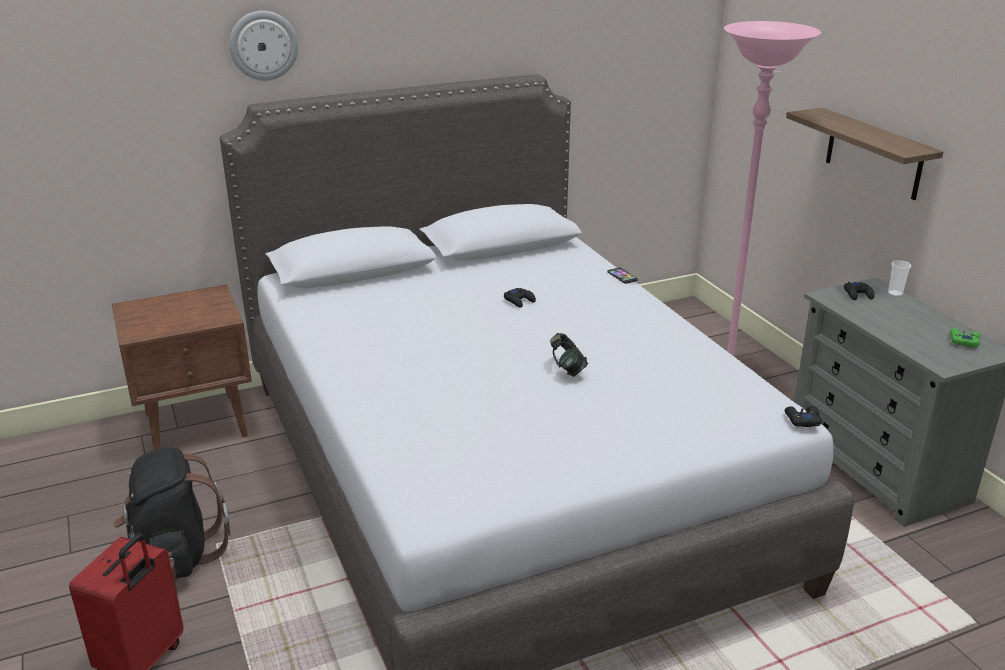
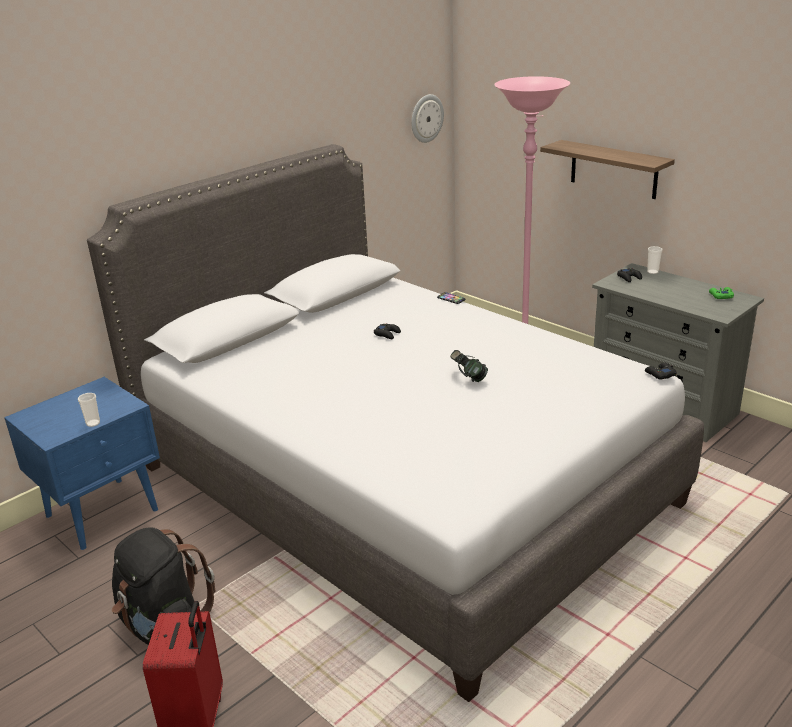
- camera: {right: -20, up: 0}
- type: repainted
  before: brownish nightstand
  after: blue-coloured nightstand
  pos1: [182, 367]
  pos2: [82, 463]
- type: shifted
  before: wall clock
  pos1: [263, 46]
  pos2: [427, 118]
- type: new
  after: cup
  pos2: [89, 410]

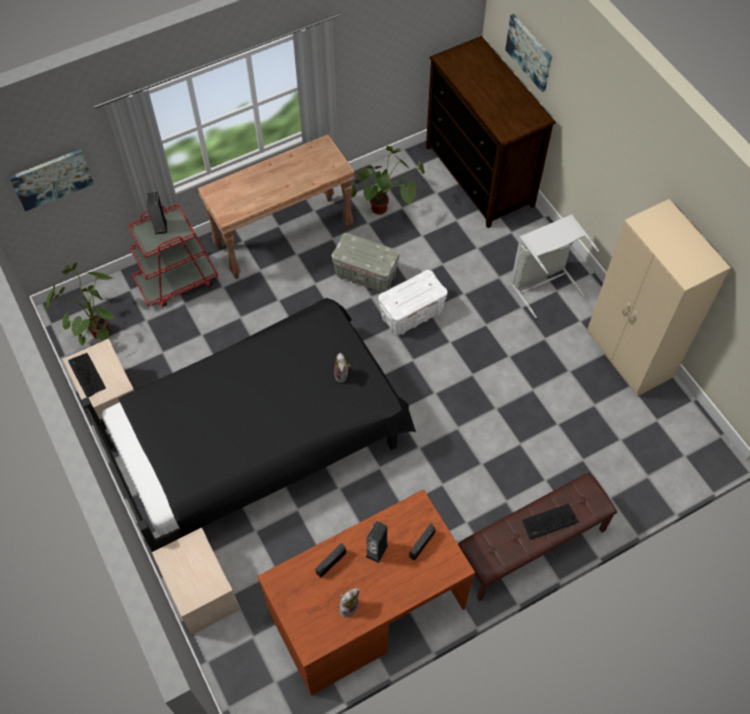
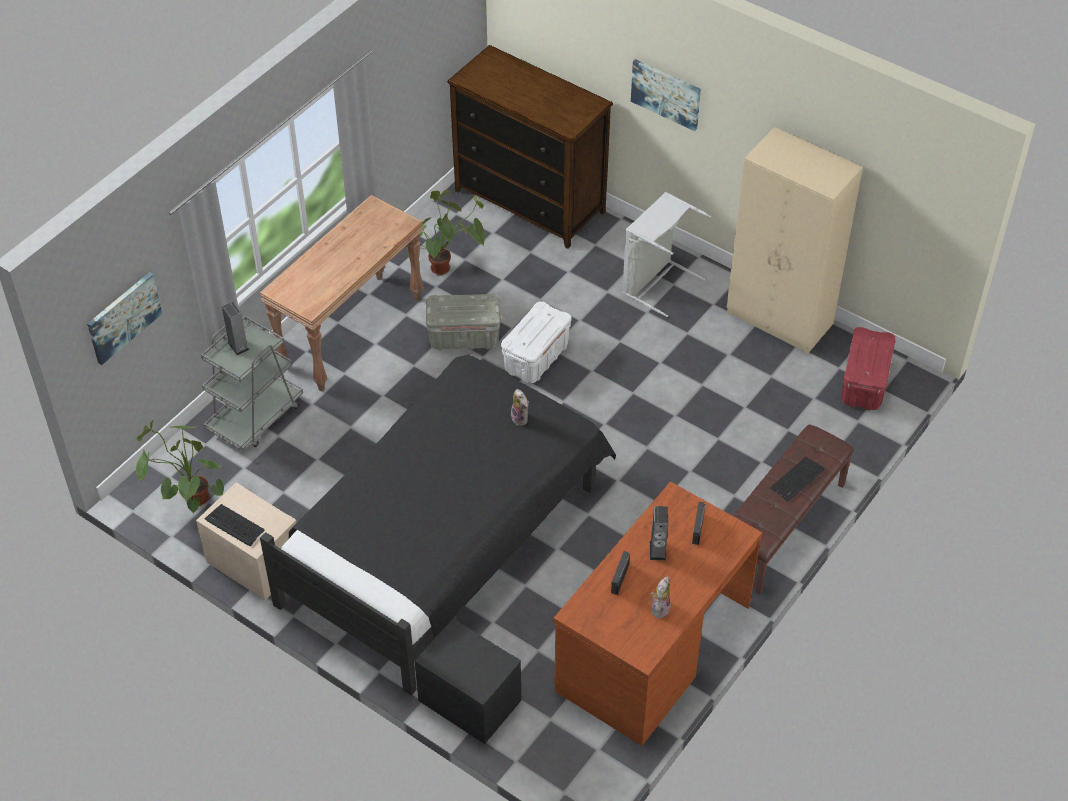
- camera: {right: -25, up: -10}
- type: repainted
  before: red cart
  after: gray cart
  pos1: [173, 255]
  pos2: [252, 383]
- type: repainted
  before: sand-coloured nightstand
  after: black nightstand
  pos1: [196, 581]
  pos2: [468, 681]
- type: shifted
  before: wall picture
  pos1: [528, 53]
  pos2: [666, 95]
- type: new
  after: red storage bin
  pos2: [868, 368]

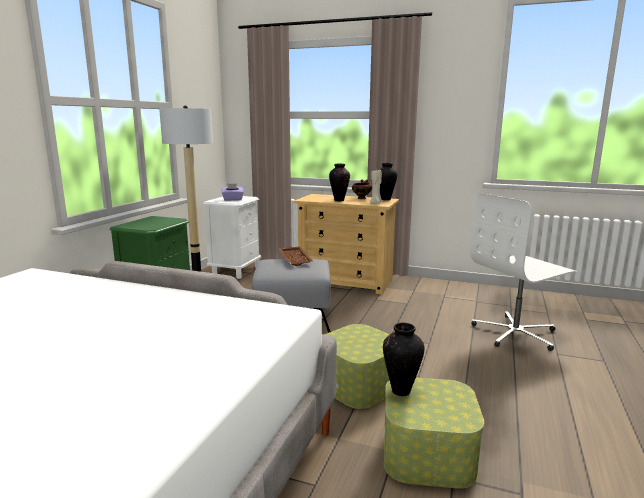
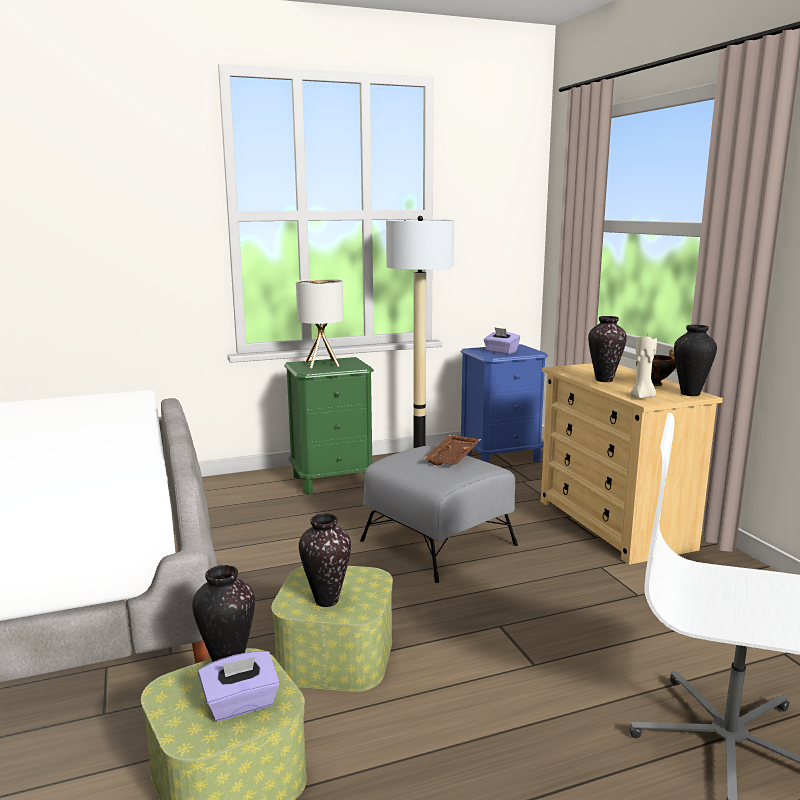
- camera: {right: 50, up: 0}
- type: repainted
  before: white nightstand
  after: blue-coloured nightstand
  pos1: [232, 237]
  pos2: [504, 403]
- type: new
  after: purplish tissue box
  pos2: [239, 686]
- type: new
  after: lamp for a table
  pos2: [320, 323]
- type: new
  after: decorative vase
  pos2: [325, 560]

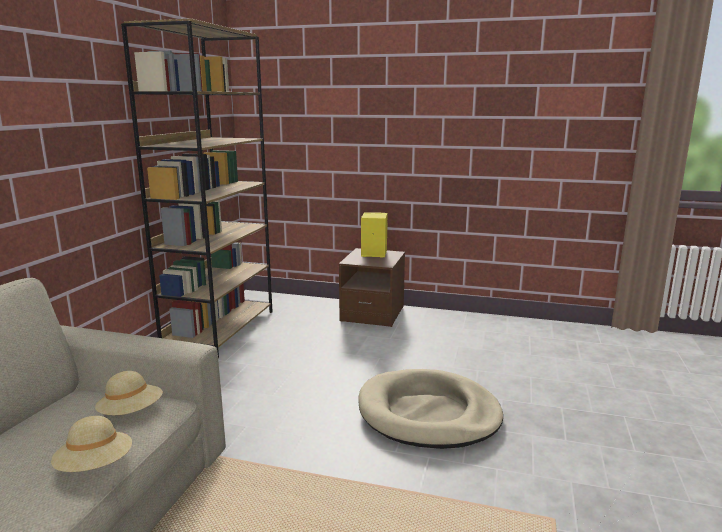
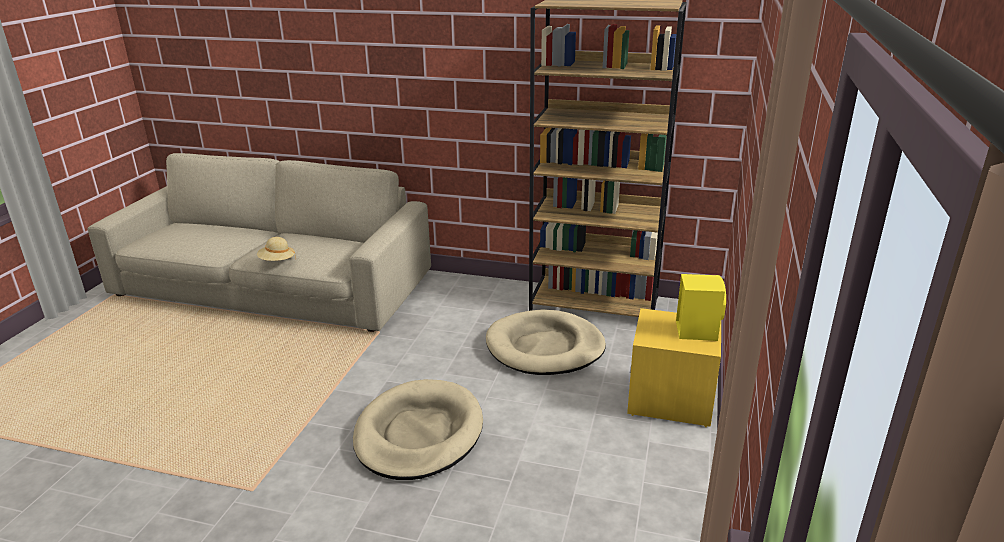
- camera: {right: 90, up: 10}
- type: gone
  before: sand-coloured hat
  pos1: [129, 393]
- type: repainted
  before: brownish nightstand
  after: yellow-coloured nightstand
  pos1: [372, 287]
  pos2: [674, 367]
- type: new
  after: sand-coloured dog cushion
  pos2: [546, 342]

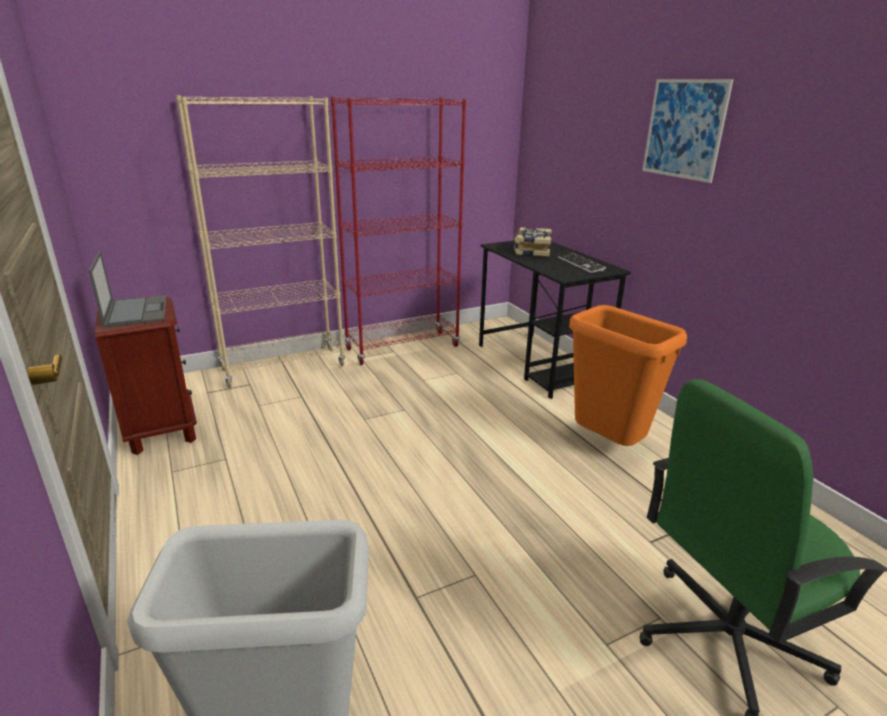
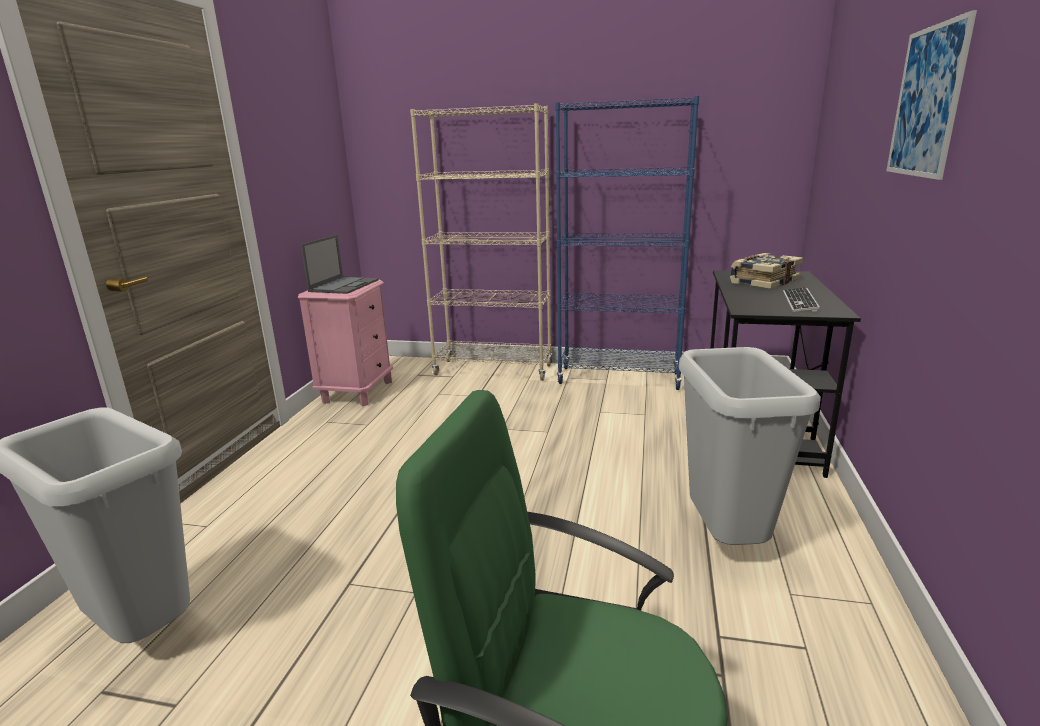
- camera: {right: 40, up: -5}
- type: repainted
  before: brownish nightstand
  after: pink-coloured nightstand
  pos1: [146, 376]
  pos2: [345, 342]
- type: repainted
  before: red bookshelf
  after: blue-coloured bookshelf
  pos1: [398, 231]
  pos2: [627, 243]
- type: repainted
  before: orangey rubbish bin
  after: gray rubbish bin
  pos1: [628, 375]
  pos2: [750, 446]

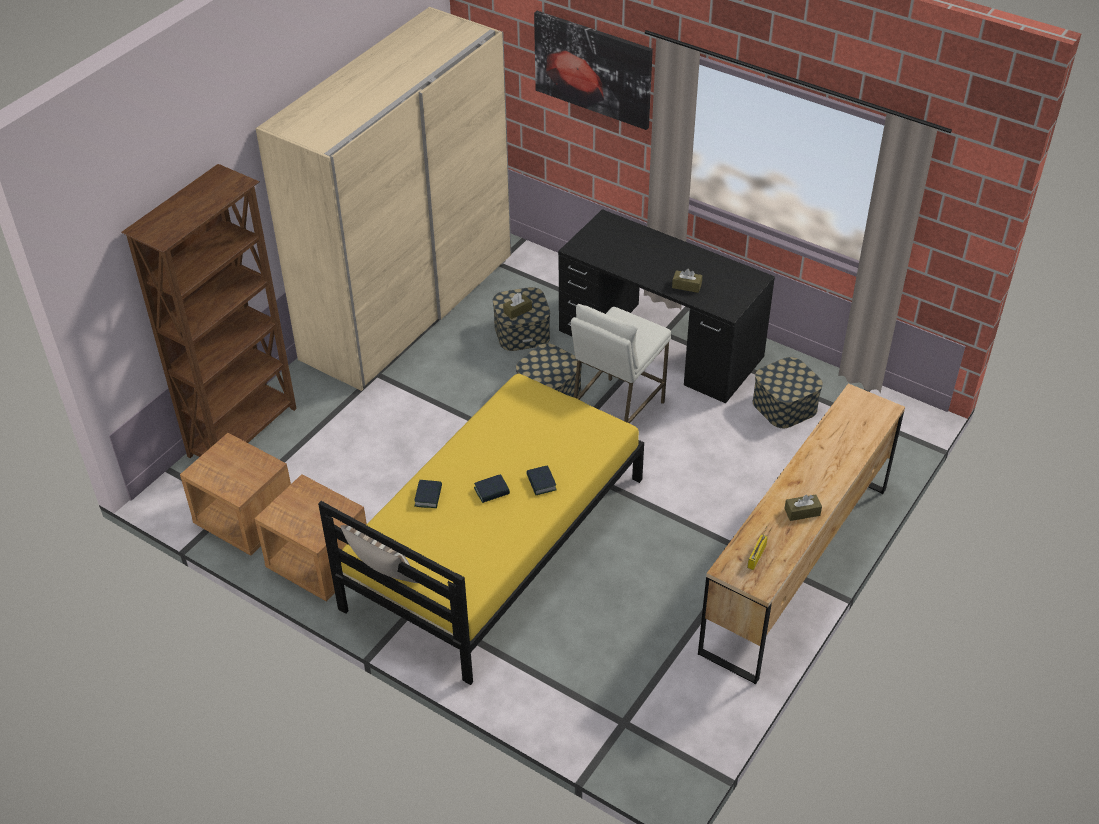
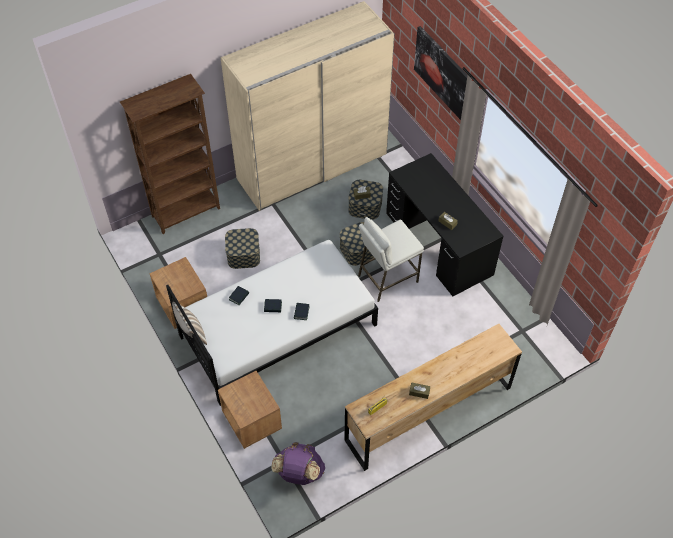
- camera: {right: 25, up: 10}
- type: shifted
  before: brownish nightstand
  pos1: [235, 494]
  pos2: [250, 410]
- type: repainted
  before: yellow-coloured bedroom bed
  after: white bedroom bed
  pos1: [481, 529]
  pos2: [272, 323]
- type: shifted
  before: storage bin
  pos1: [788, 392]
  pos2: [242, 248]
- type: new
  after: purplish backpack
  pos2: [298, 463]

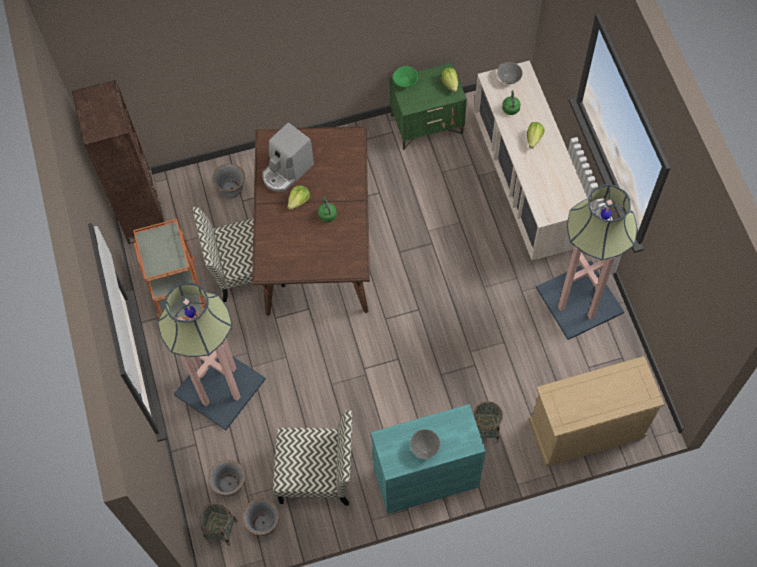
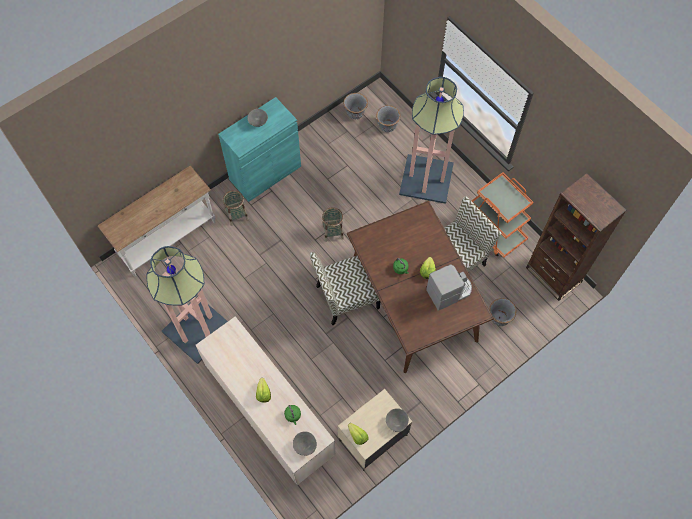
- camera: {right: 155, up: 0}
- type: shifted
  before: basket
  pos1: [218, 524]
  pos2: [333, 224]
- type: rotated
  before: coffee maker
  pos1: [288, 157]
  pos2: [449, 287]
  turn: 45
- type: shifted
  before: chair
  pos1: [312, 457]
  pos2: [345, 288]
- type: repainted
  before: green-coloured nightstand
  after: sand-coloured nightstand
  pos1: [428, 106]
  pos2: [375, 430]
- type: repainted
  before: green-coloured deep dish
  after: gray deep dish
  pos1: [405, 77]
  pos2: [397, 420]
- type: swapped
  before: sand-coloured chest of drawers
  after: white console table
  pos1: [597, 411]
  pos2: [156, 221]

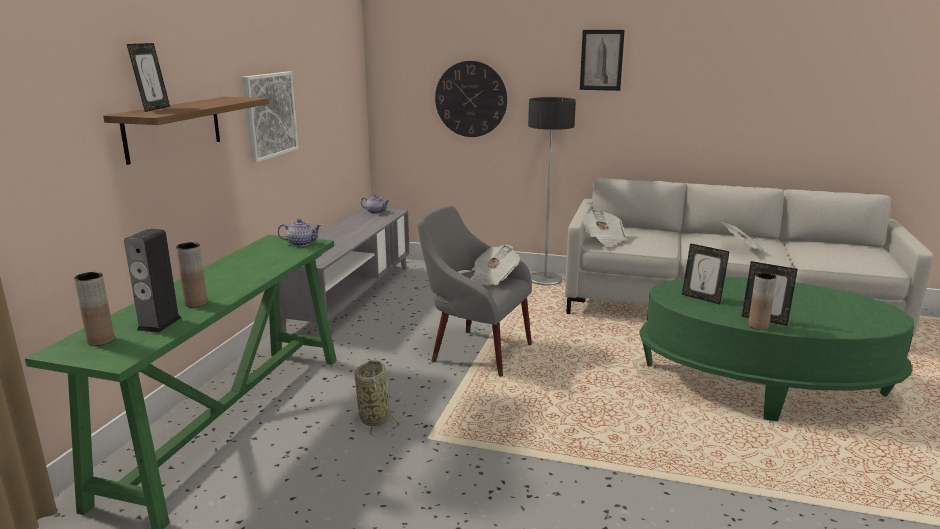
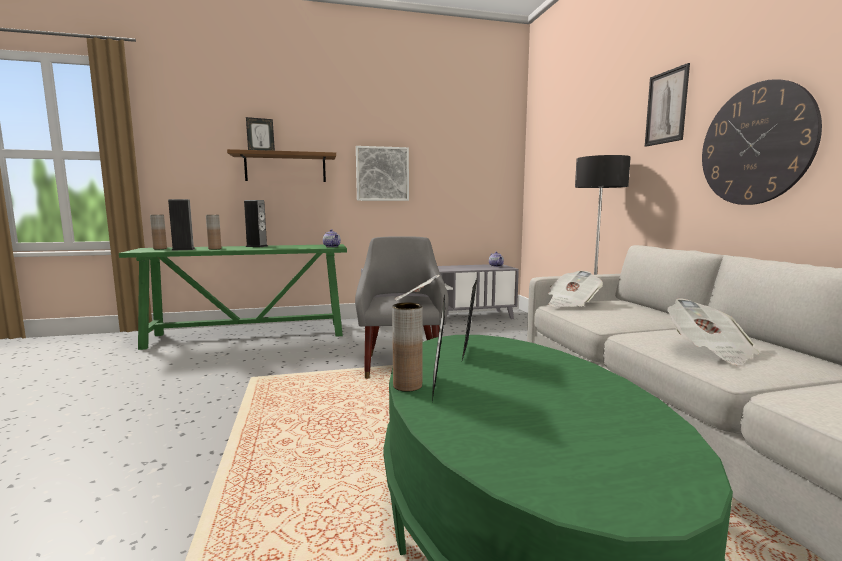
- camera: {right: 60, up: -10}
- type: gone
  before: basket
  pos1: [378, 398]
- type: shifted
  before: wall clock
  pos1: [471, 99]
  pos2: [762, 142]
- type: new
  after: audio speaker
  pos2: [256, 223]

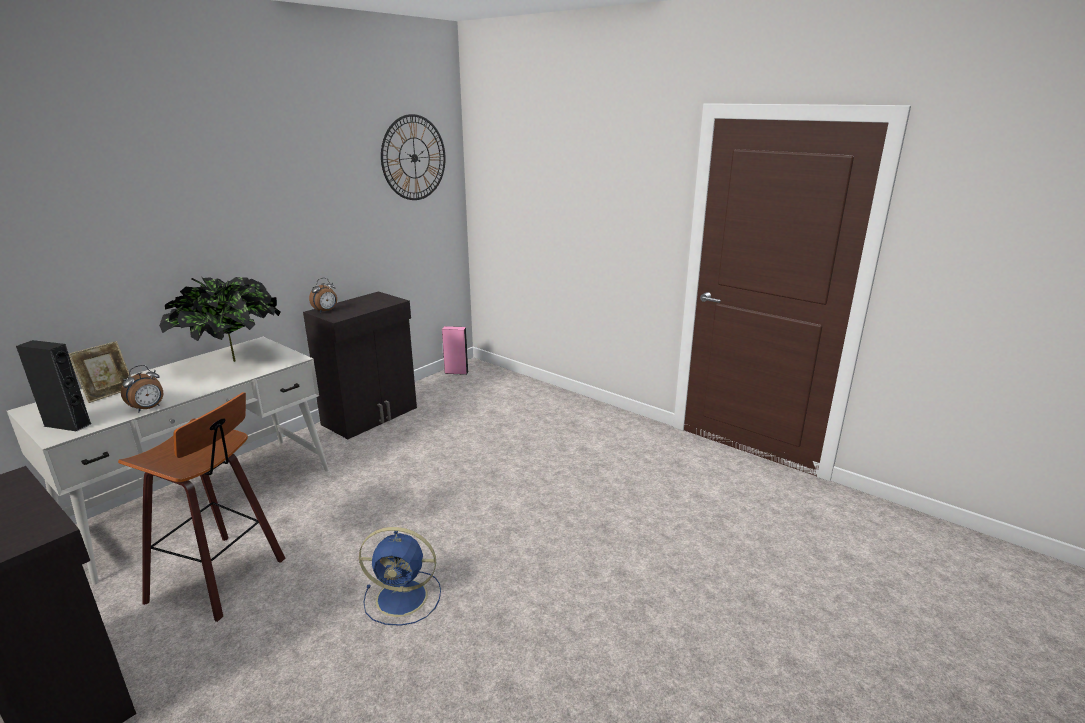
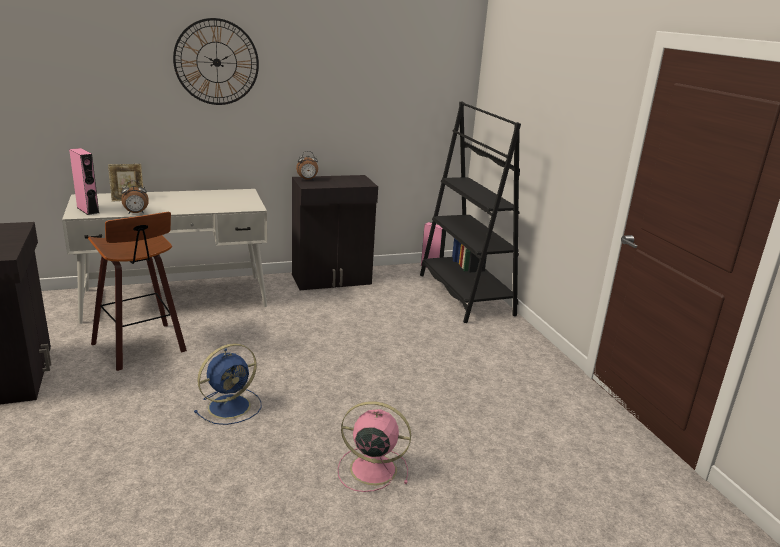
- camera: {right: 30, up: 0}
- type: repainted
  before: black audio speaker
  after: pink-coloured audio speaker
  pos1: [54, 386]
  pos2: [84, 181]
- type: gone
  before: plant in a pot
  pos1: [220, 319]
- type: rotated
  before: blue-coloured cooling fan
  pos1: [400, 576]
  pos2: [228, 384]
  turn: -75
- type: shifted
  before: wall clock
  pos1: [413, 157]
  pos2: [216, 61]
- type: new
  after: pink-coloured cooling fan
  pos2: [374, 446]
- type: new
  after: black bookshelf
  pos2: [470, 212]

